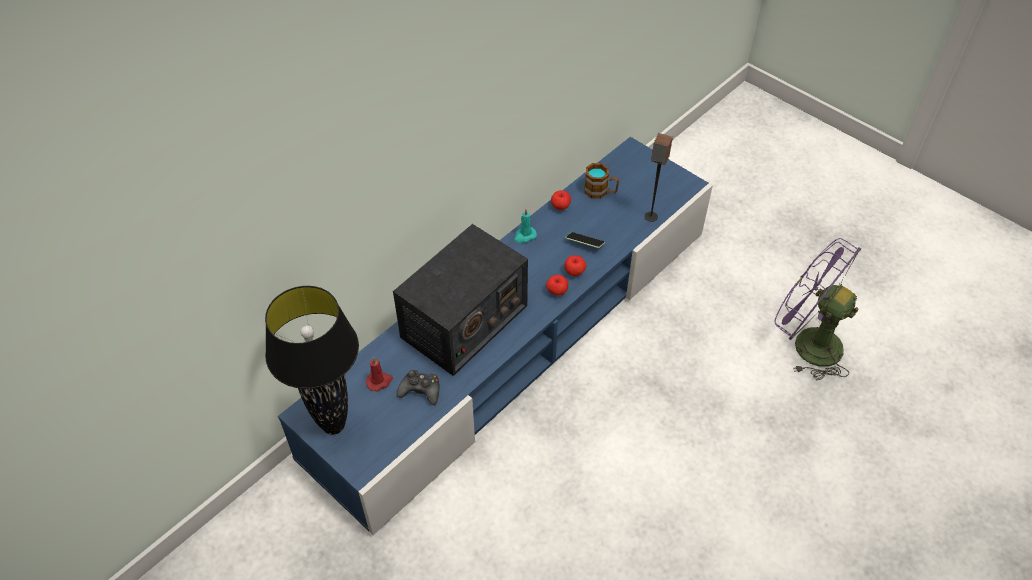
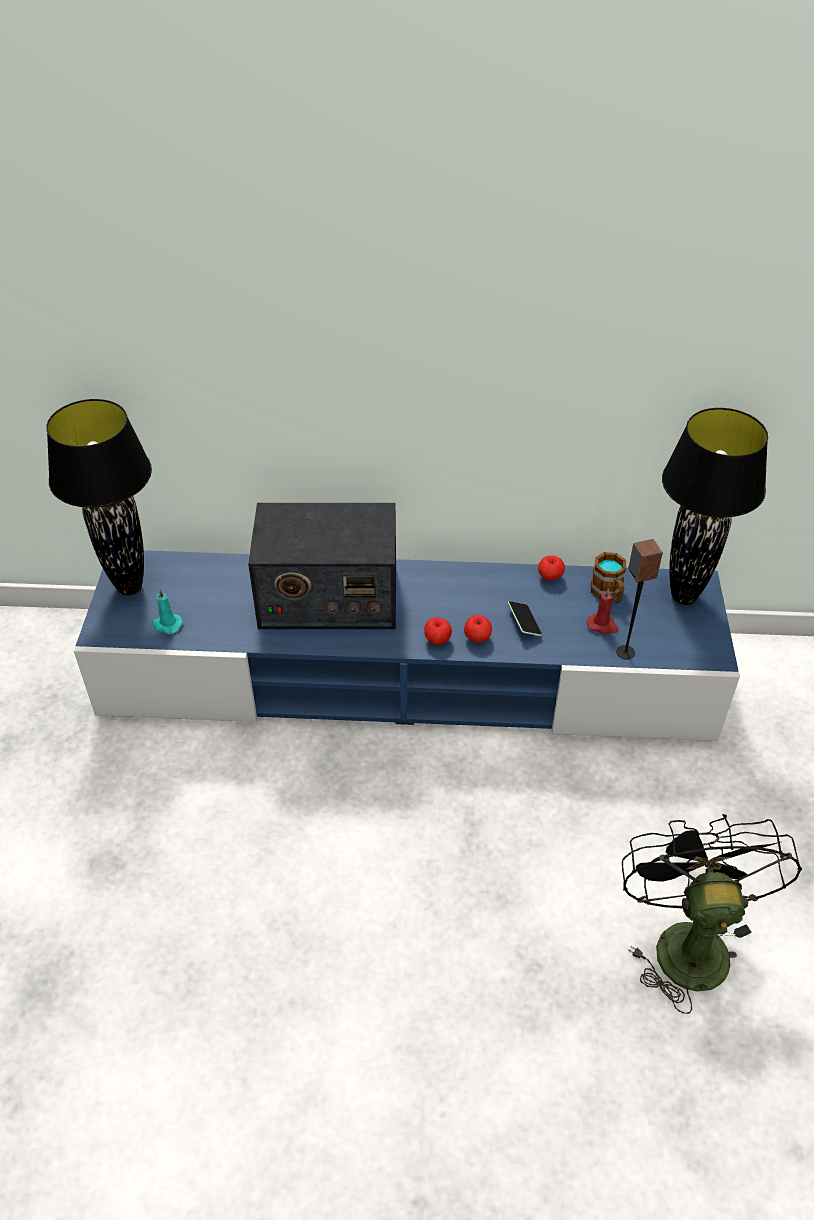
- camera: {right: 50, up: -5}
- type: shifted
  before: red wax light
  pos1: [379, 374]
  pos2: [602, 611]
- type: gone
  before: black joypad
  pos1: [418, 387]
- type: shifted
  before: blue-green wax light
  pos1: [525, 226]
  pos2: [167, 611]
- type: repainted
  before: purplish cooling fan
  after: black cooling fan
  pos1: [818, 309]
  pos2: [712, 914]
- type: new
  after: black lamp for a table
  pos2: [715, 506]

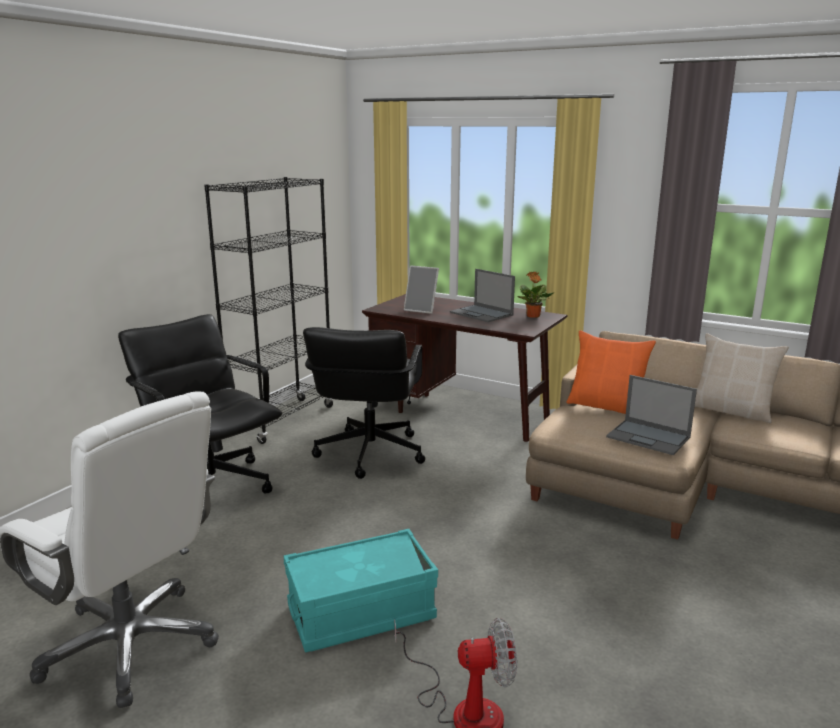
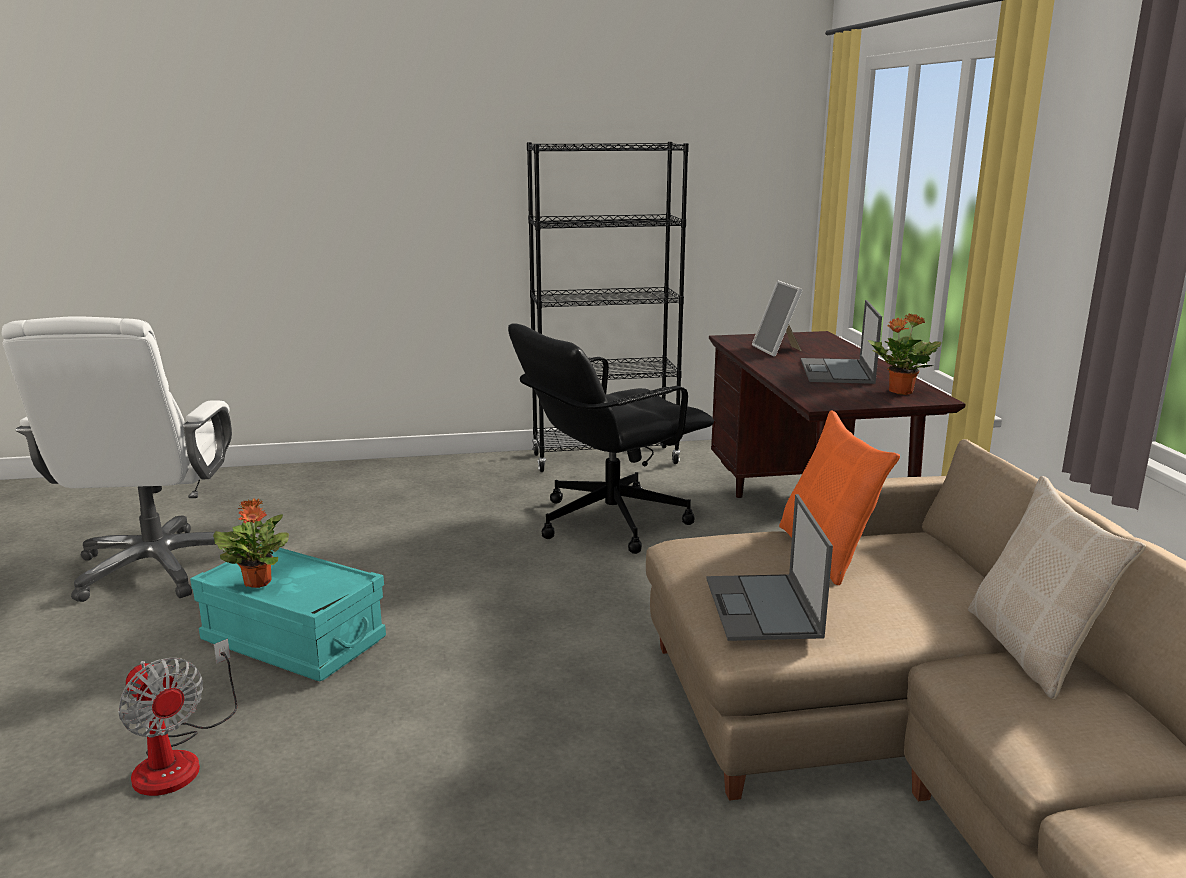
- camera: {right: 50, up: 0}
- type: gone
  before: black office chair
  pos1: [200, 404]
- type: new
  after: plant in a pot
  pos2: [251, 543]

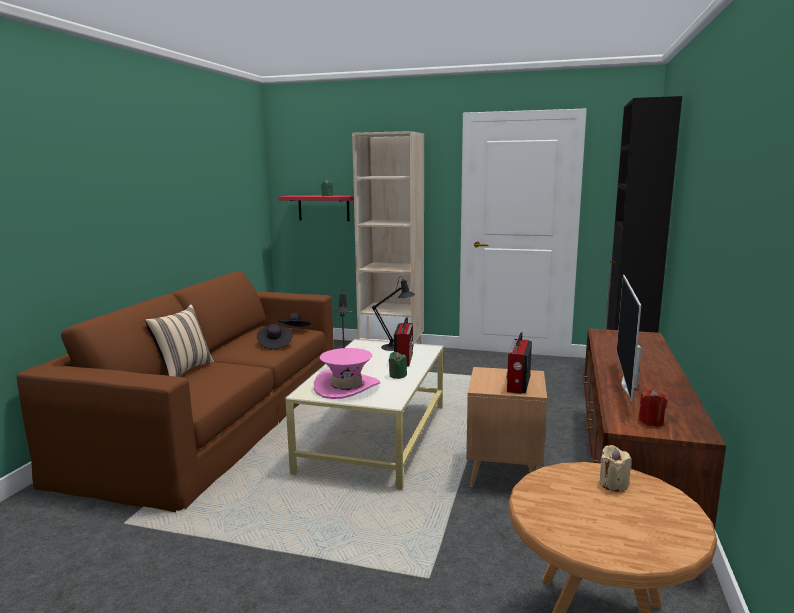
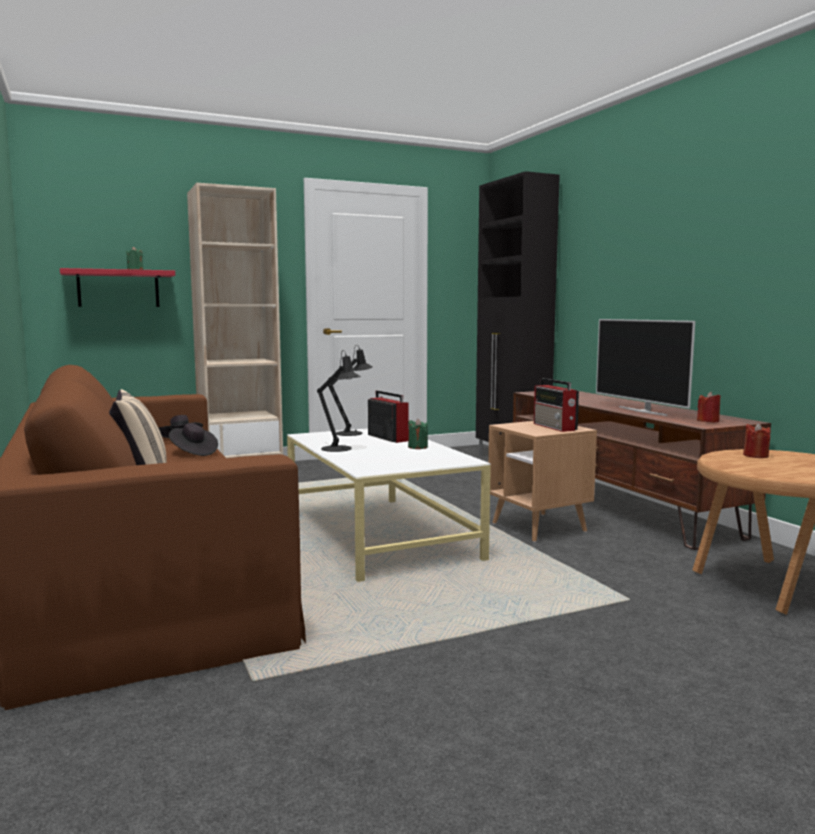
- camera: {right: -40, up: -5}
- type: gone
  before: pink-coloured hat
  pos1: [347, 373]
- type: repainted
  before: sand-coloured wax light
  after: red wax light
  pos1: [616, 468]
  pos2: [757, 440]

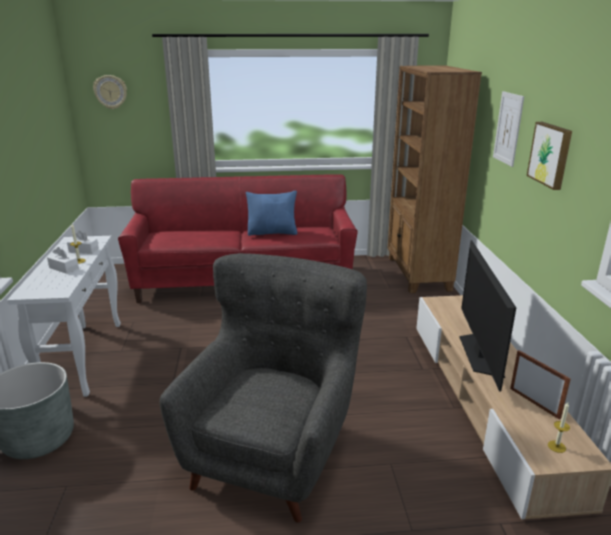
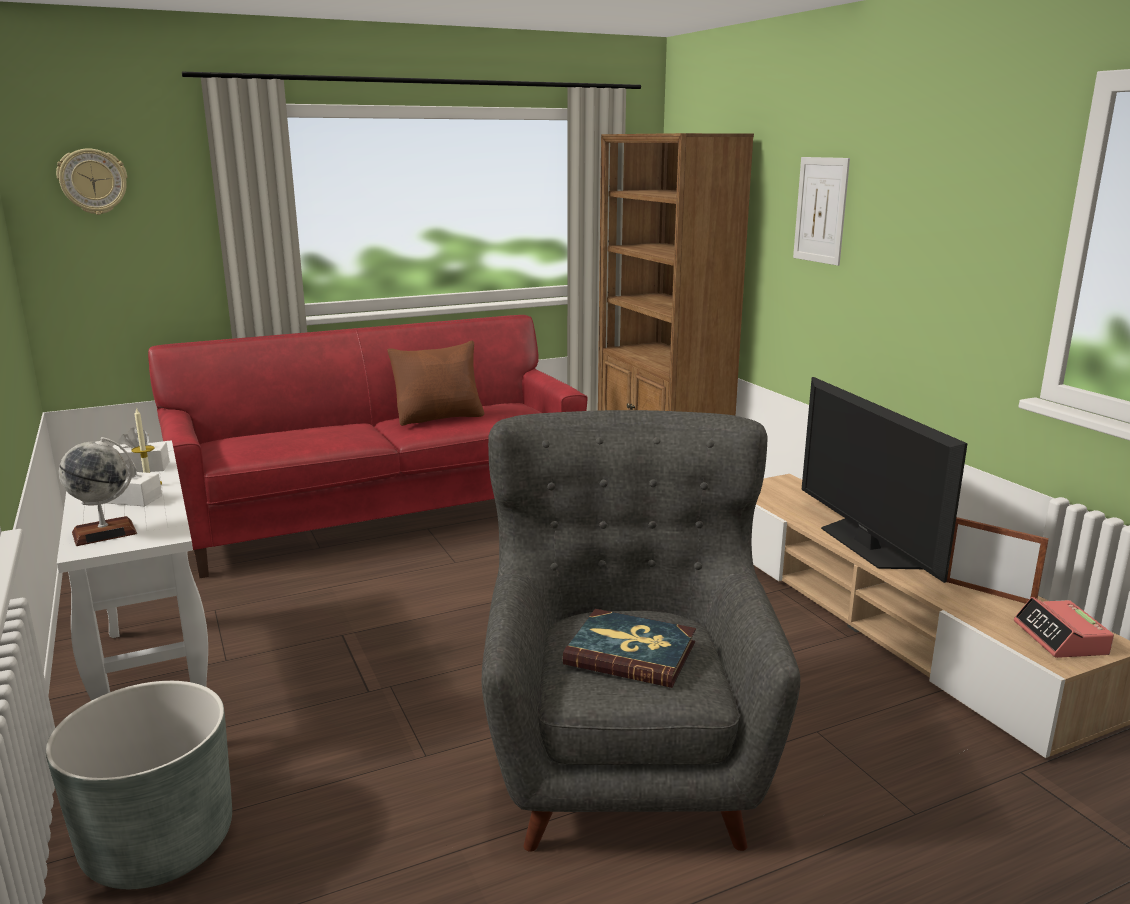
- camera: {right: -20, up: -5}
- type: repainted
  before: blue-coloured pillow
  after: brownish pillow
  pos1: [271, 213]
  pos2: [435, 383]
- type: gone
  before: wall picture
  pos1: [549, 156]
- type: swapped
  before: wax light
  after: alarm clock
  pos1: [559, 427]
  pos2: [1064, 627]
- type: new
  after: world globe
  pos2: [98, 491]
- type: new
  after: book
  pos2: [629, 648]

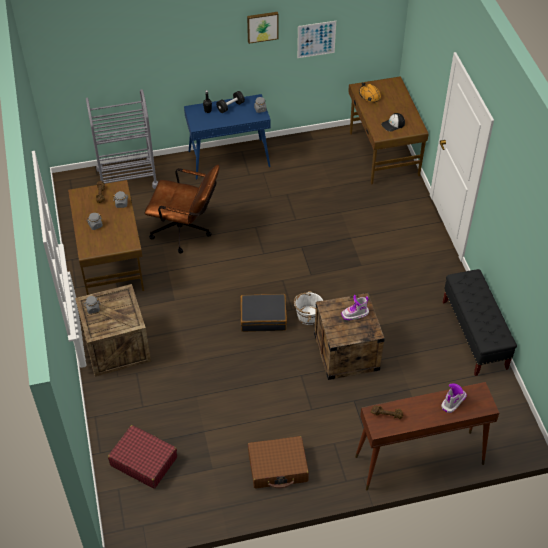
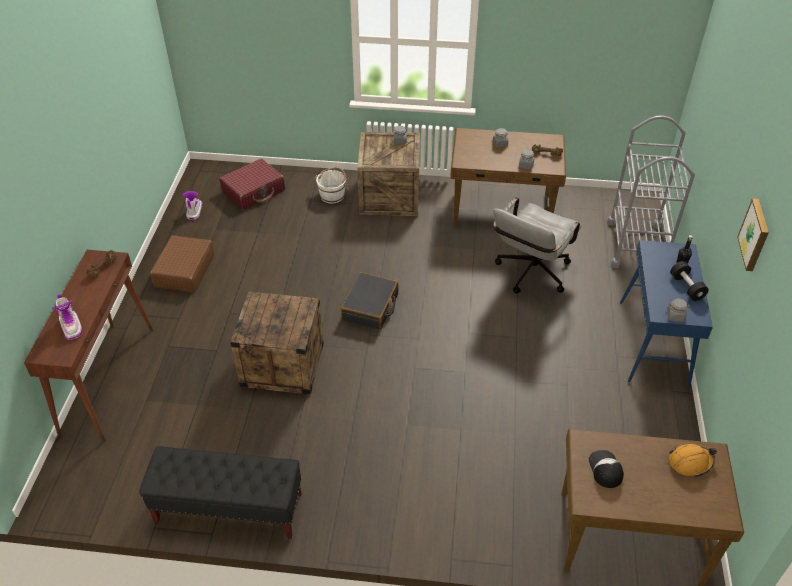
- camera: {right: 110, up: -5}
- type: repainted
  before: brownish office chair
  after: gray office chair
  pos1: [182, 209]
  pos2: [537, 245]
- type: shifted
  before: white bucket
  pos1: [308, 308]
  pos2: [331, 185]
- type: gone
  before: wall picture
  pos1: [316, 39]
- type: shifted
  before: boot
  pos1: [355, 307]
  pos2: [192, 205]

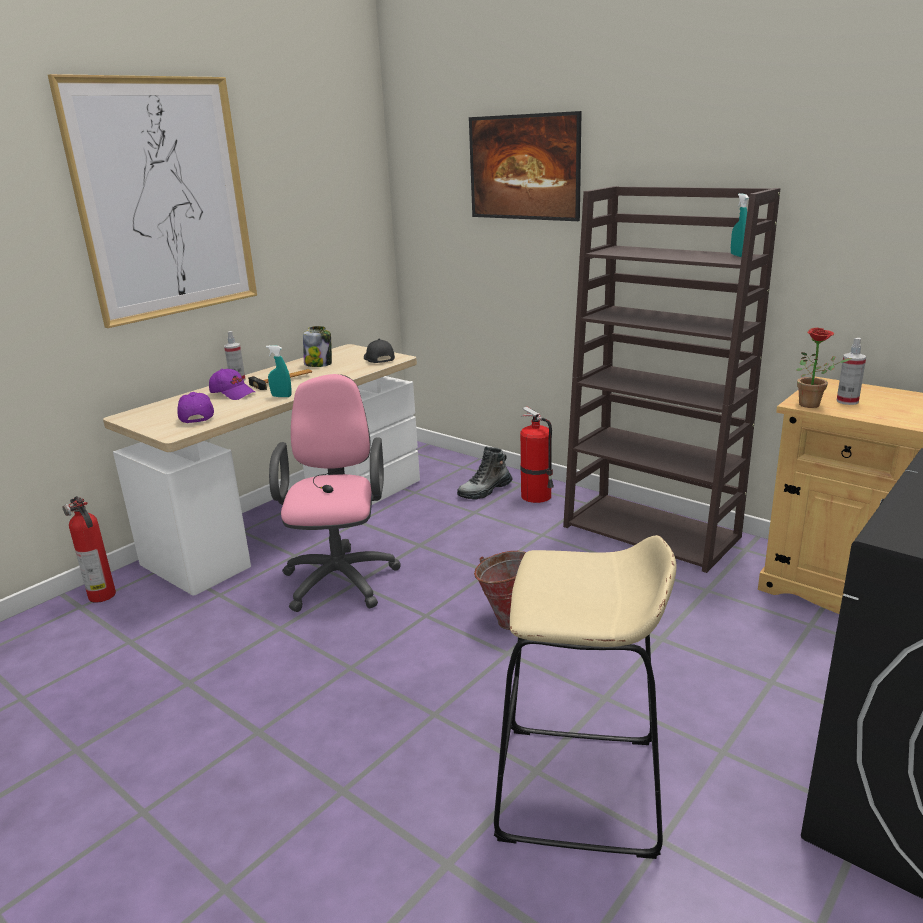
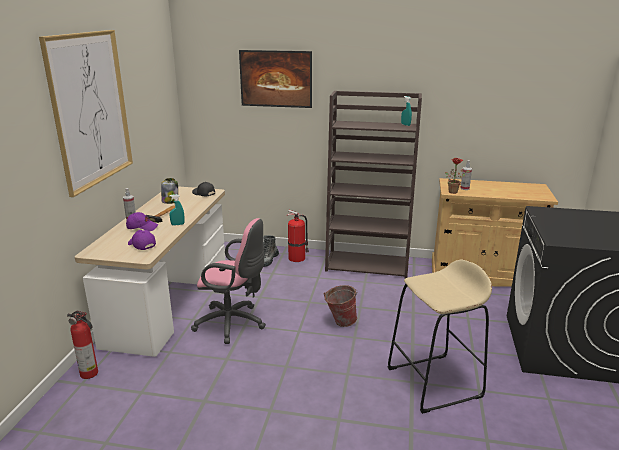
- camera: {right: -30, up: 0}
- type: rotated
  before: pink-coloured office chair
  pos1: [335, 493]
  pos2: [228, 281]
  turn: 135

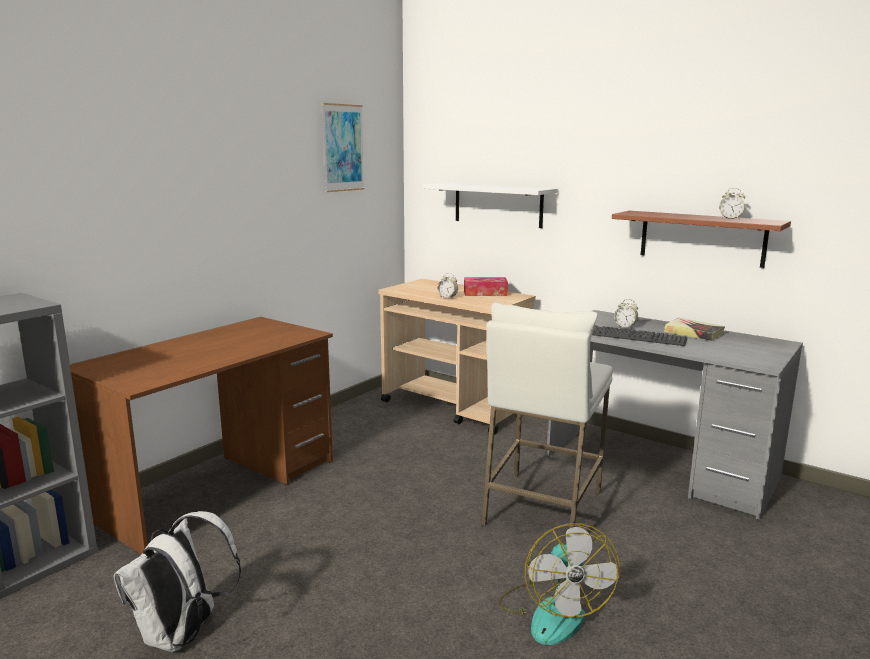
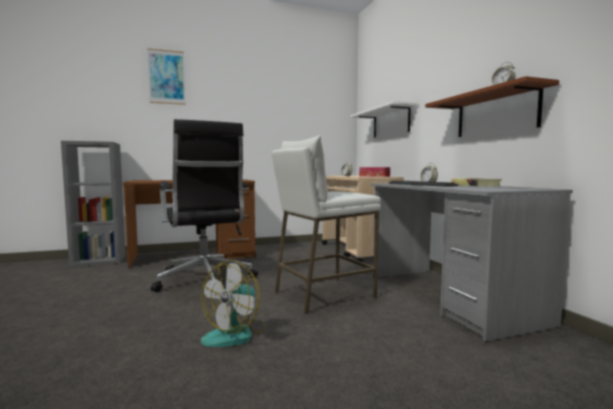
- camera: {right: 35, up: -10}
- type: gone
  before: white backpack
  pos1: [177, 581]
- type: shifted
  before: wall picture
  pos1: [343, 147]
  pos2: [166, 76]
- type: new
  after: black office chair
  pos2: [204, 205]

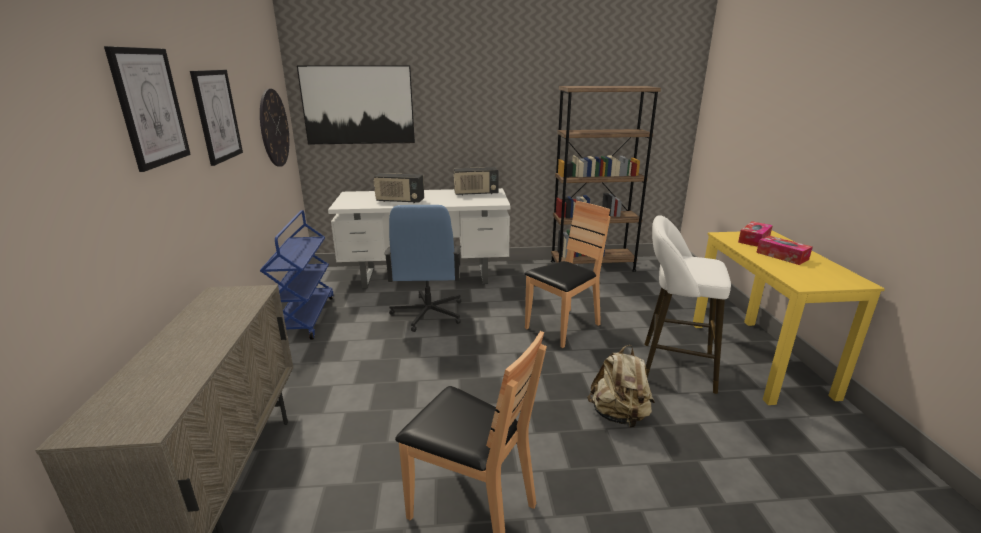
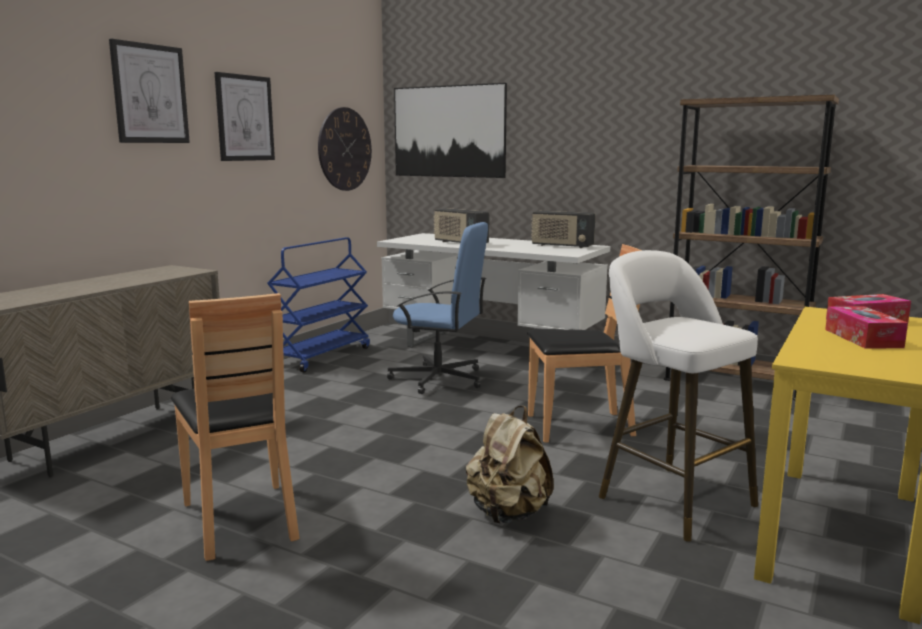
- camera: {right: 35, up: -10}
- type: rotated
  before: blue-coloured office chair
  pos1: [422, 268]
  pos2: [437, 308]
  turn: -105

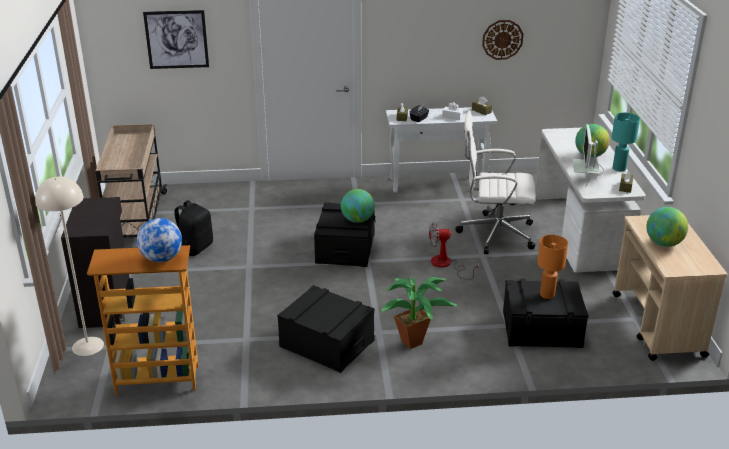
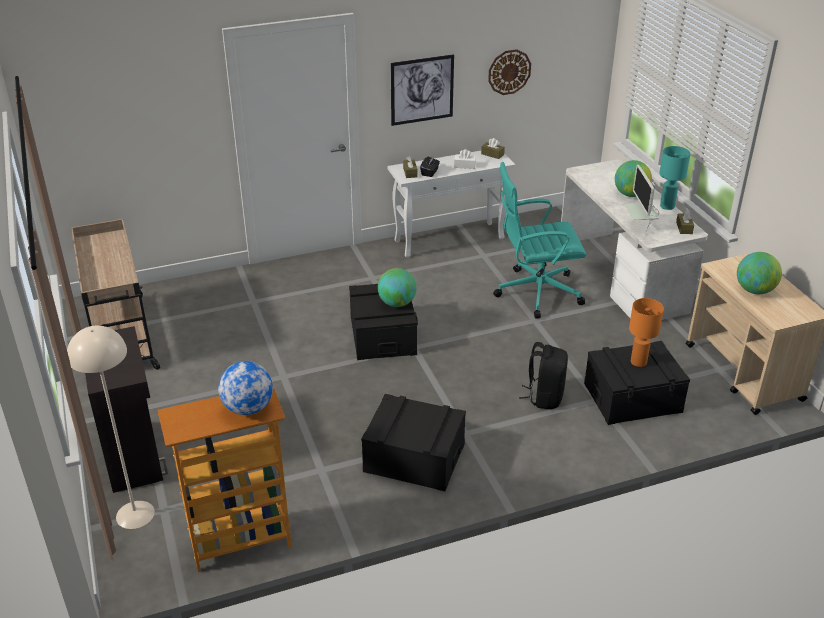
- camera: {right: -15, up: 5}
- type: shifted
  before: wall picture
  pos1: [176, 39]
  pos2: [422, 90]
- type: shifted
  before: black backpack
  pos1: [193, 228]
  pos2: [543, 375]
- type: gone
  before: plant in a pot
  pos1: [419, 313]
- type: gone
  before: cooling fan
  pos1: [454, 251]
- type: repainted
  before: white office chair
  after: blue-green office chair
  pos1: [495, 182]
  pos2: [540, 240]

